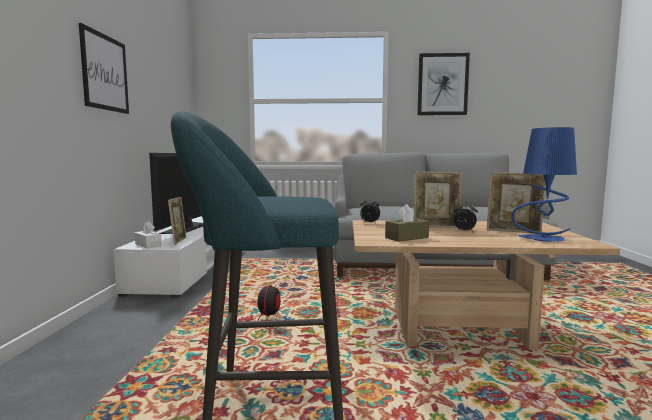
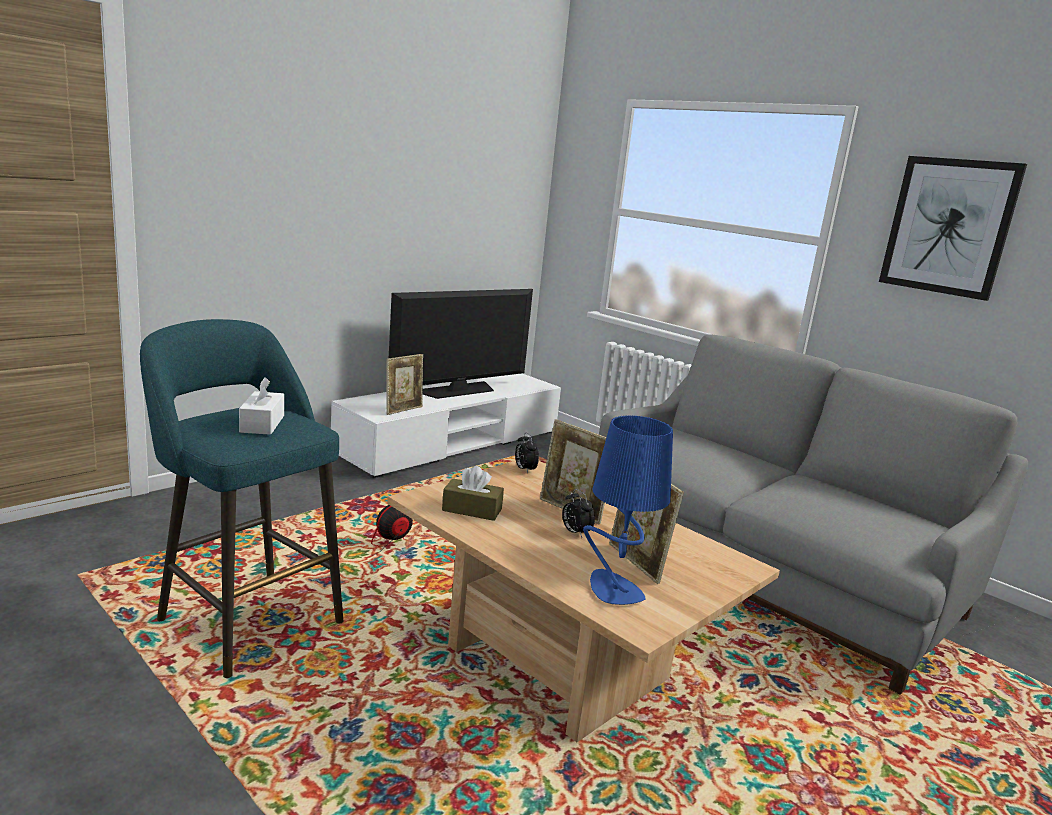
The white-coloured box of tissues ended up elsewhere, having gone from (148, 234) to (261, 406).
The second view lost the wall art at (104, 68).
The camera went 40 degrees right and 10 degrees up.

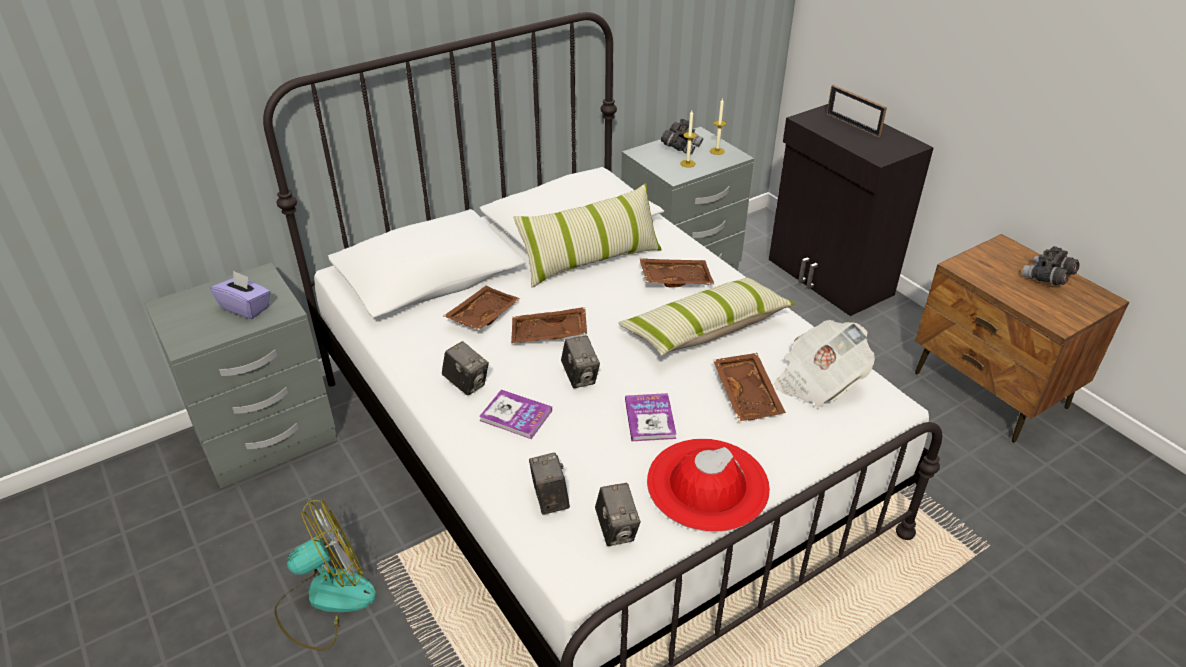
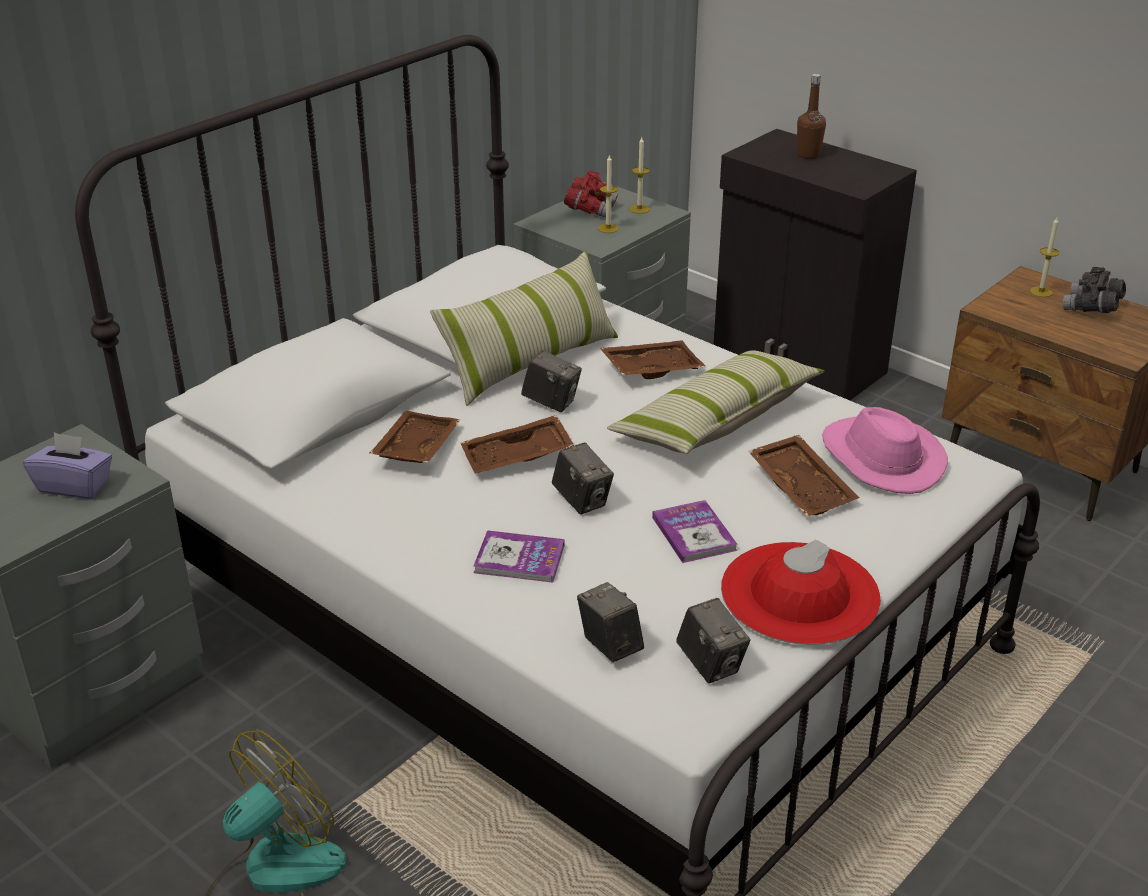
The still camera ended up elsewhere, having gone from (465, 368) to (551, 381).
What was the greyish pair of binoculars at (682, 137) turned into the red pair of binoculars at (591, 194).
Where the standing frame stood at (857, 111), the brown drink bottle came to stand at (811, 116).
Where the daily paper stood at (824, 363), the pinkish hat came to stand at (885, 450).
The second view gained the candle at (1044, 257).
The camera went 15 degrees left and 5 degrees down.

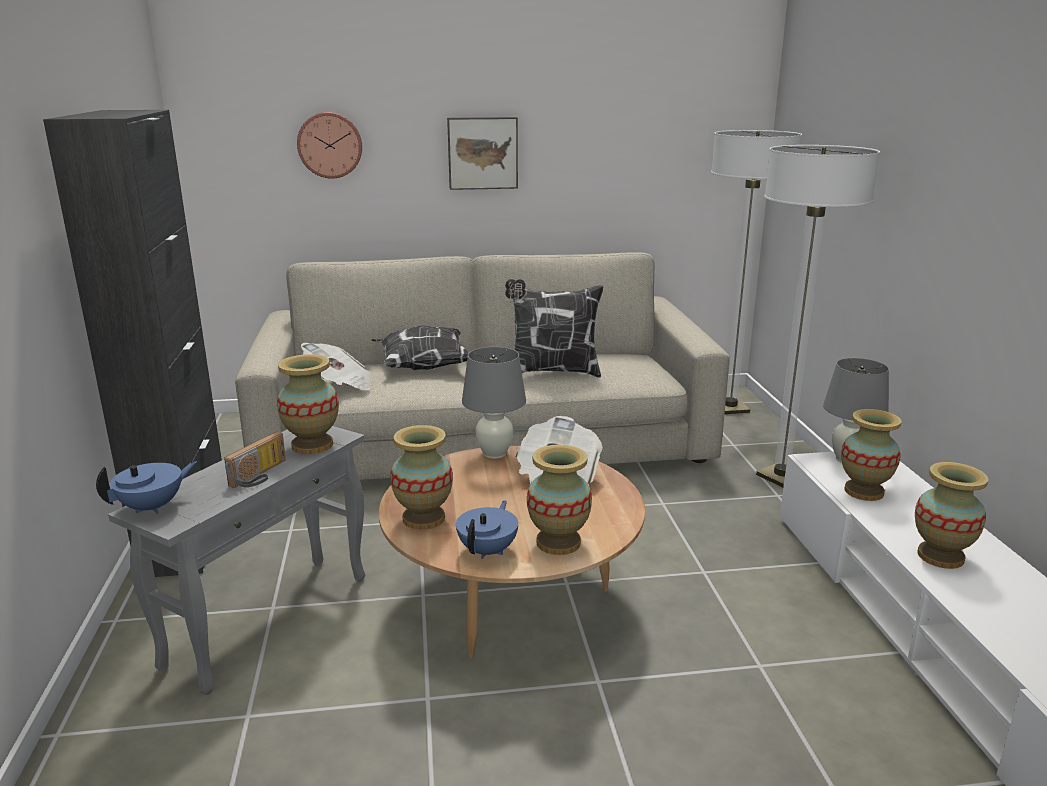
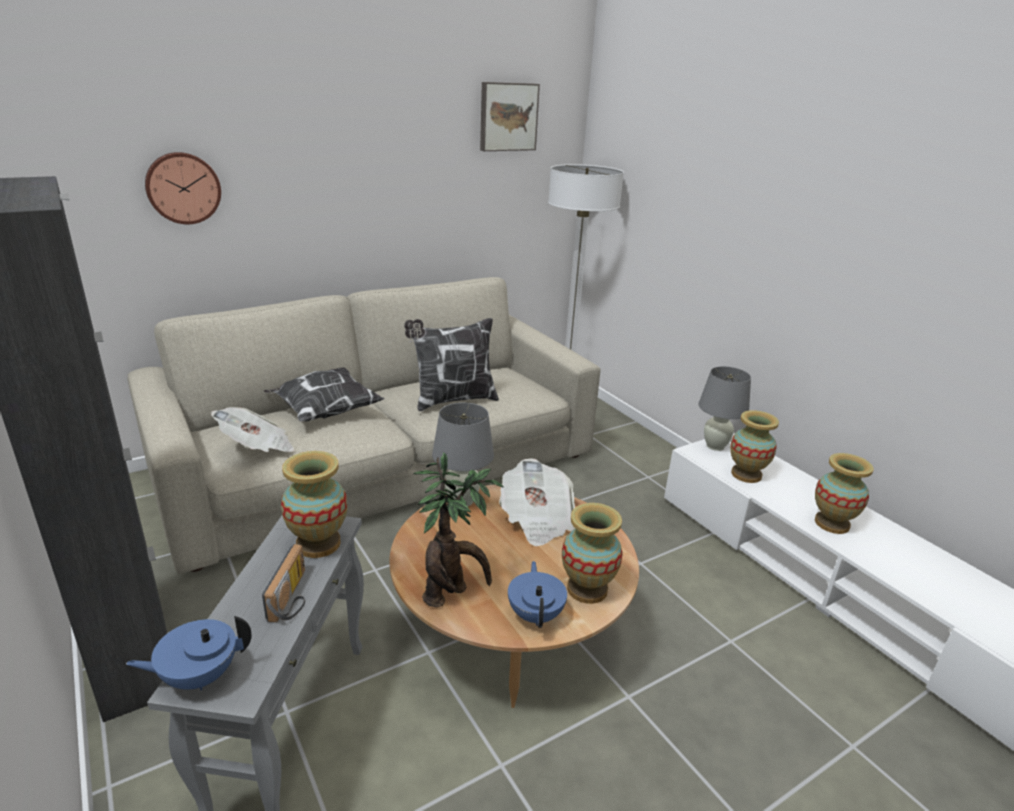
The blue-coloured teapot at (146, 487) ended up facing another way, 135 degrees counterclockwise from before.
Where the decorative vase stood at (421, 477), the plant in a pot came to stand at (458, 529).
The wall art ended up elsewhere, having gone from (482, 153) to (510, 116).
The second view lost the standard lamp at (818, 316).
The camera went 25 degrees left and 5 degrees up.

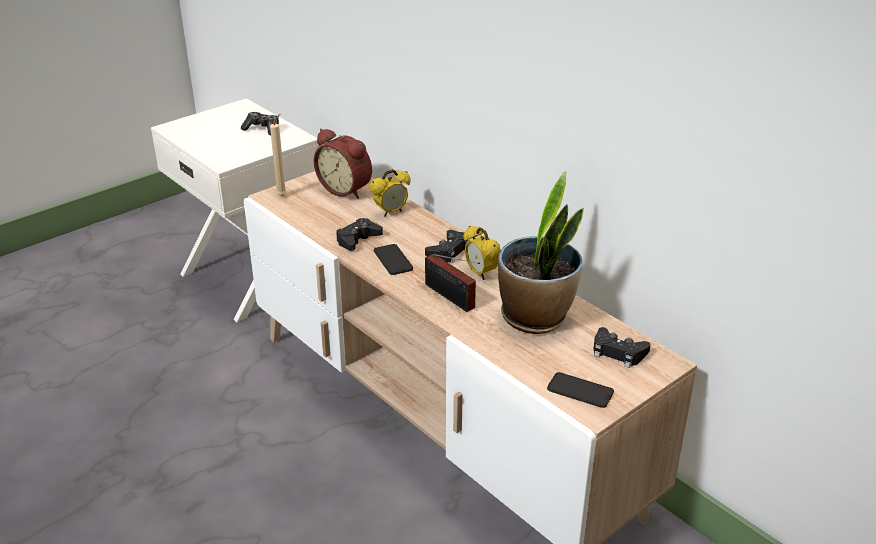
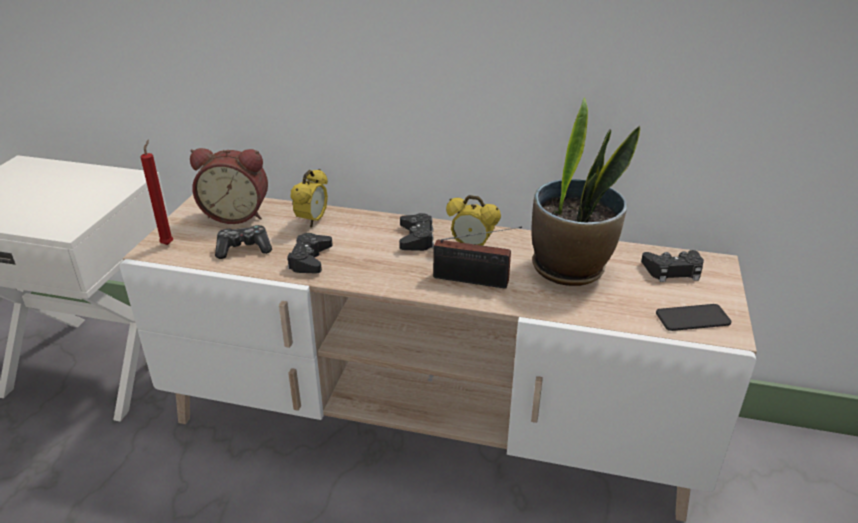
What was the sand-coloured candle at (278, 155) turned into the red candle at (157, 192).
The joypad ended up elsewhere, having gone from (260, 123) to (243, 242).
The second view lost the telephone at (393, 259).
The camera went 35 degrees left and 0 degrees up.

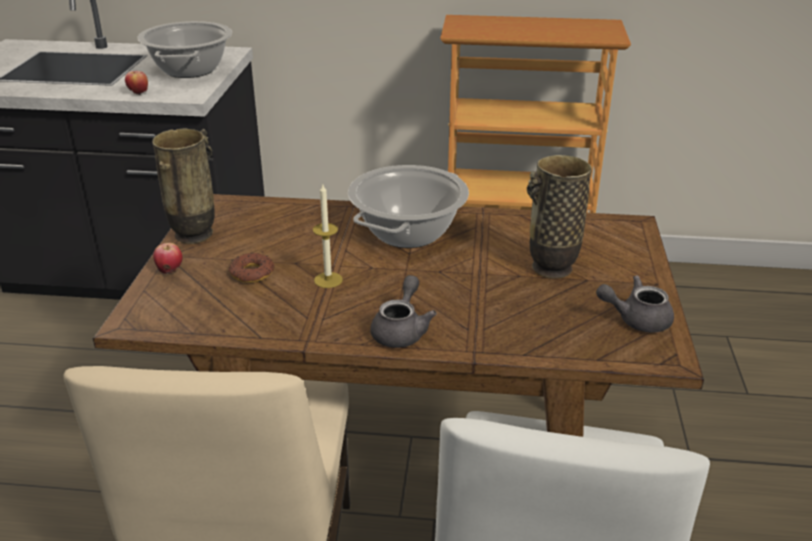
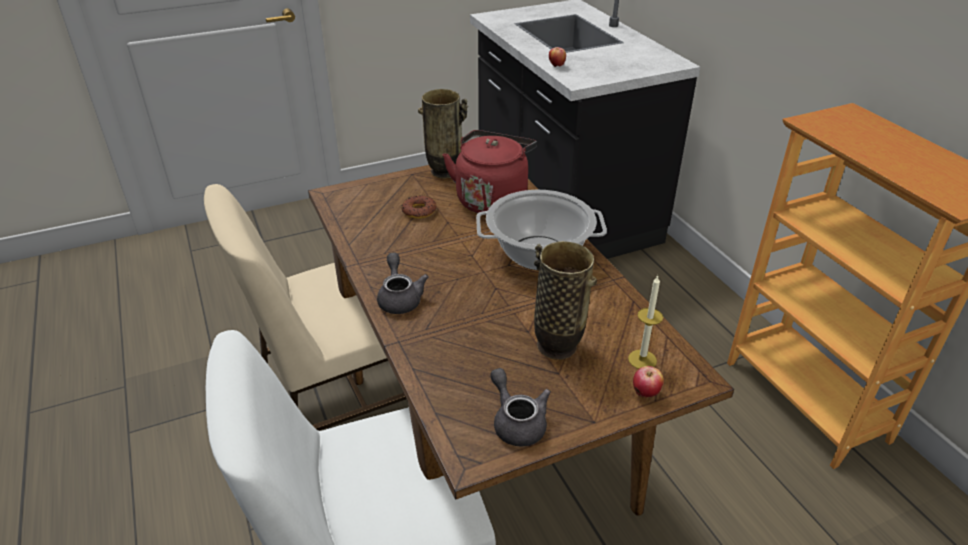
The greyish teapot at (403, 311) ended up facing another way, 90 degrees counterclockwise from before.
The second view gained the red tea kettle at (490, 172).
The candle ended up elsewhere, having gone from (328, 235) to (645, 322).
The apple fruit ended up elsewhere, having gone from (168, 258) to (648, 381).
The second view lost the stockpot at (184, 49).
The camera went 60 degrees right and 5 degrees up.

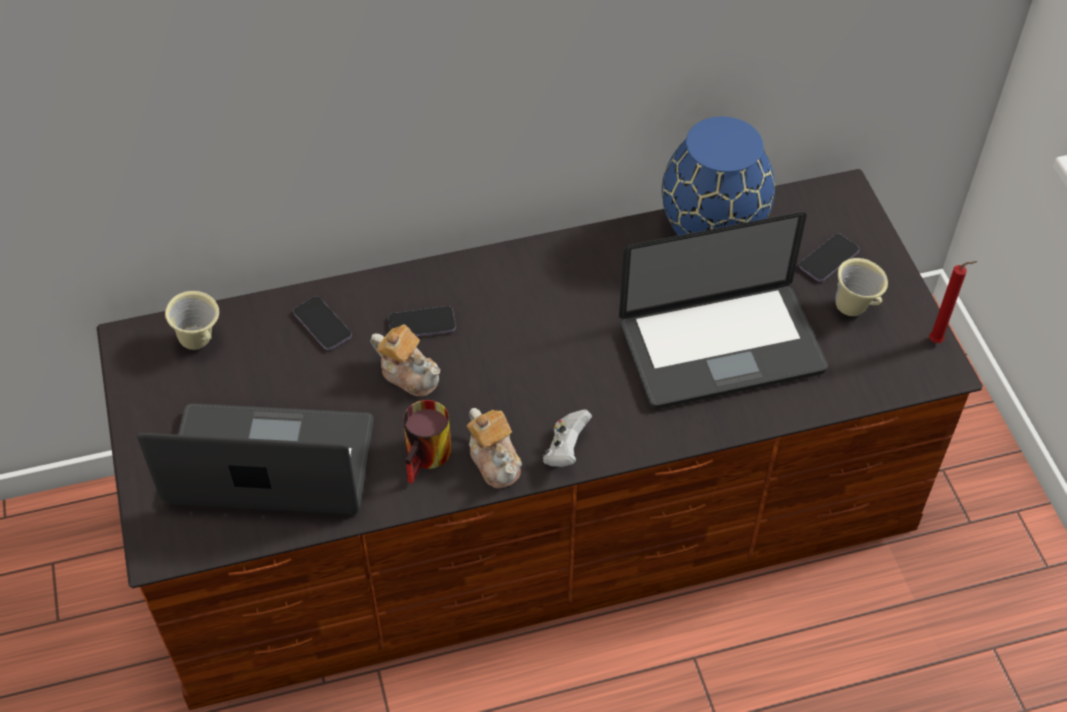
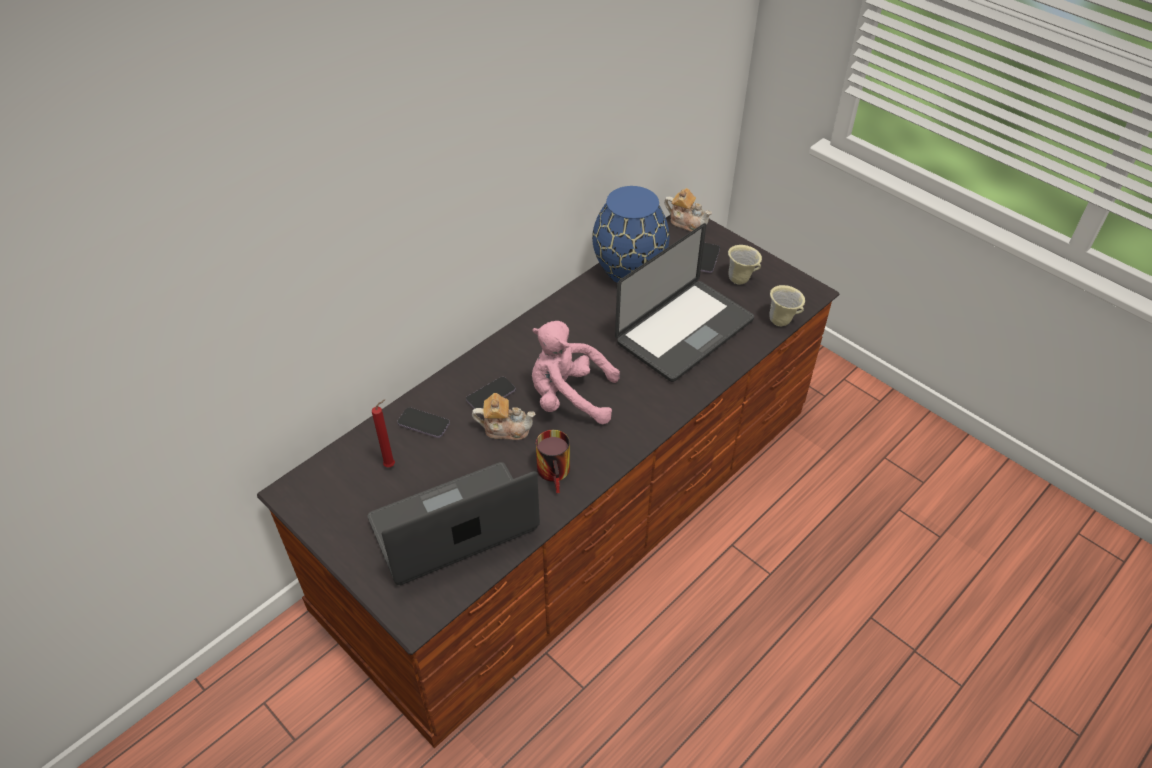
The red candle ended up elsewhere, having gone from (953, 302) to (383, 433).
The second view gained the pinkish cuddly toy at (576, 373).
The teapot ended up elsewhere, having gone from (494, 448) to (688, 210).
The sand-coloured coffee mug ended up elsewhere, having gone from (192, 320) to (787, 305).
The second view lost the white-coloured joypad at (567, 438).
The camera went 30 degrees left and 5 degrees down.

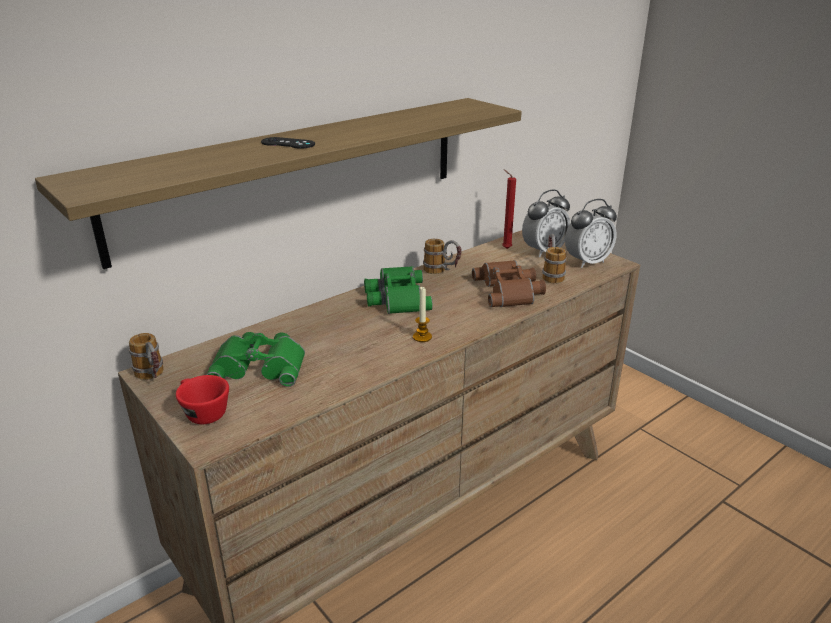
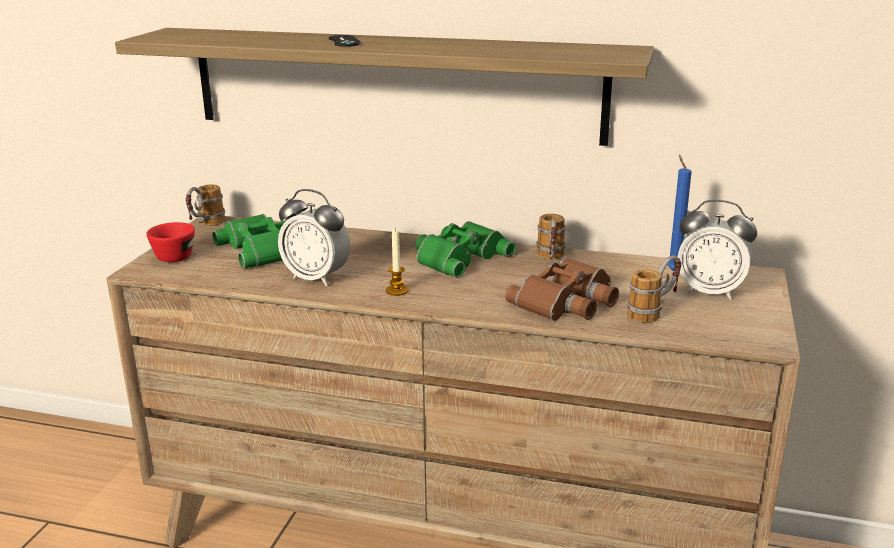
The bedside clock ended up elsewhere, having gone from (591, 233) to (314, 237).
What was the red candle at (509, 209) turned into the blue-coloured candle at (680, 213).
The camera went 55 degrees right and 5 degrees down.

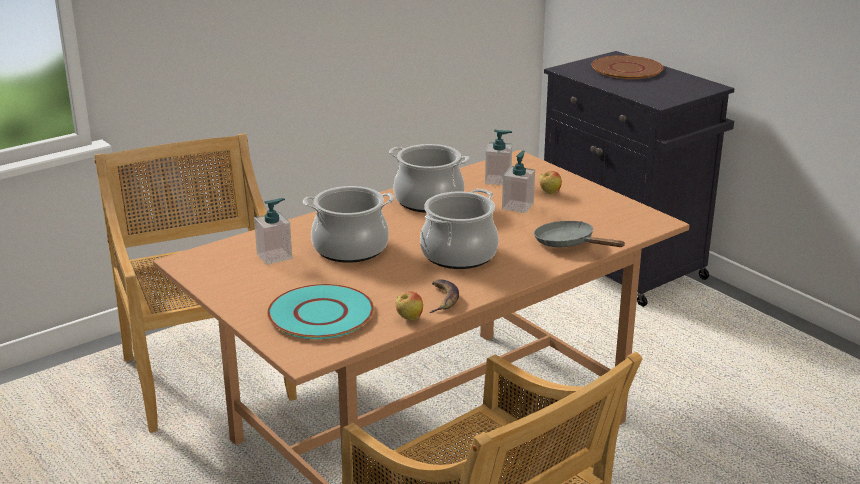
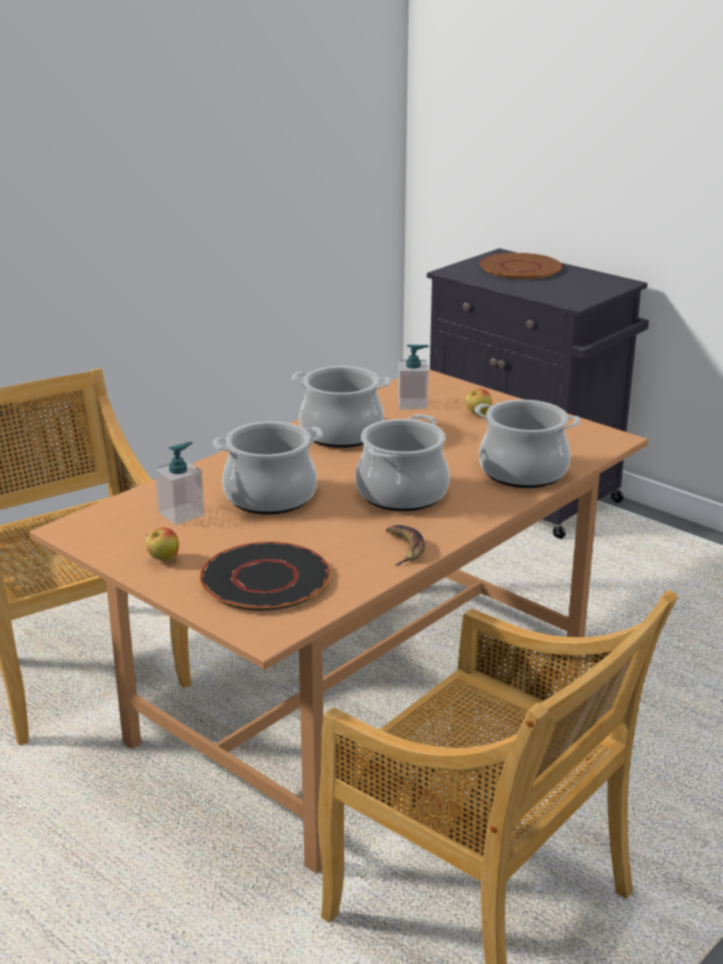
The apple fruit ended up elsewhere, having gone from (409, 305) to (162, 544).
What was the blue-green plate at (320, 311) turned into the black plate at (265, 576).
Where the greyish pan stood at (579, 234), the stockpot came to stand at (528, 444).
The second view lost the soap bottle at (518, 182).
The camera went 10 degrees left and 0 degrees up.

